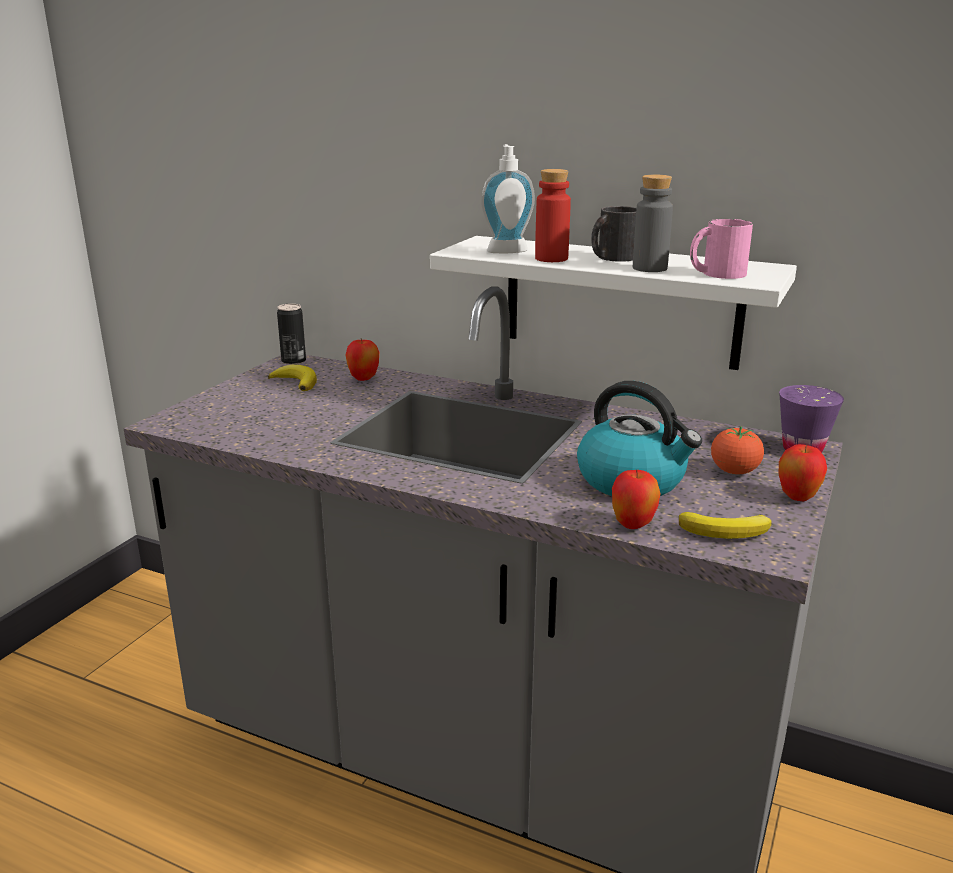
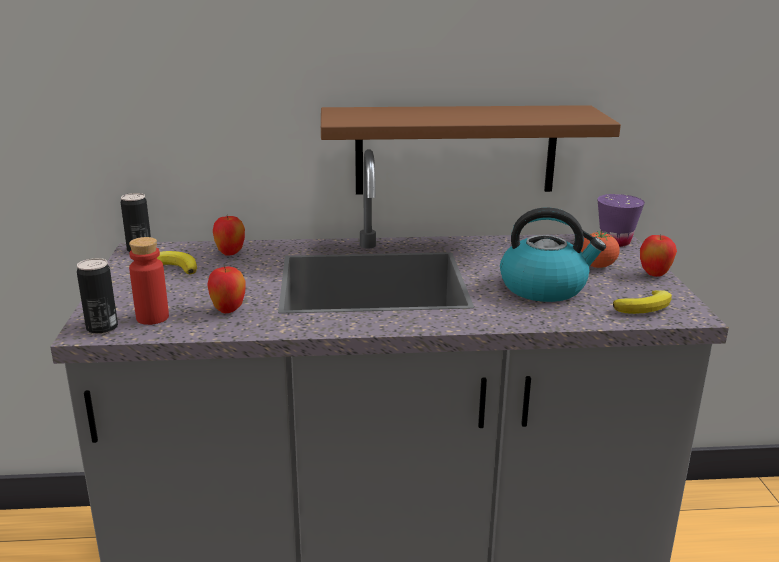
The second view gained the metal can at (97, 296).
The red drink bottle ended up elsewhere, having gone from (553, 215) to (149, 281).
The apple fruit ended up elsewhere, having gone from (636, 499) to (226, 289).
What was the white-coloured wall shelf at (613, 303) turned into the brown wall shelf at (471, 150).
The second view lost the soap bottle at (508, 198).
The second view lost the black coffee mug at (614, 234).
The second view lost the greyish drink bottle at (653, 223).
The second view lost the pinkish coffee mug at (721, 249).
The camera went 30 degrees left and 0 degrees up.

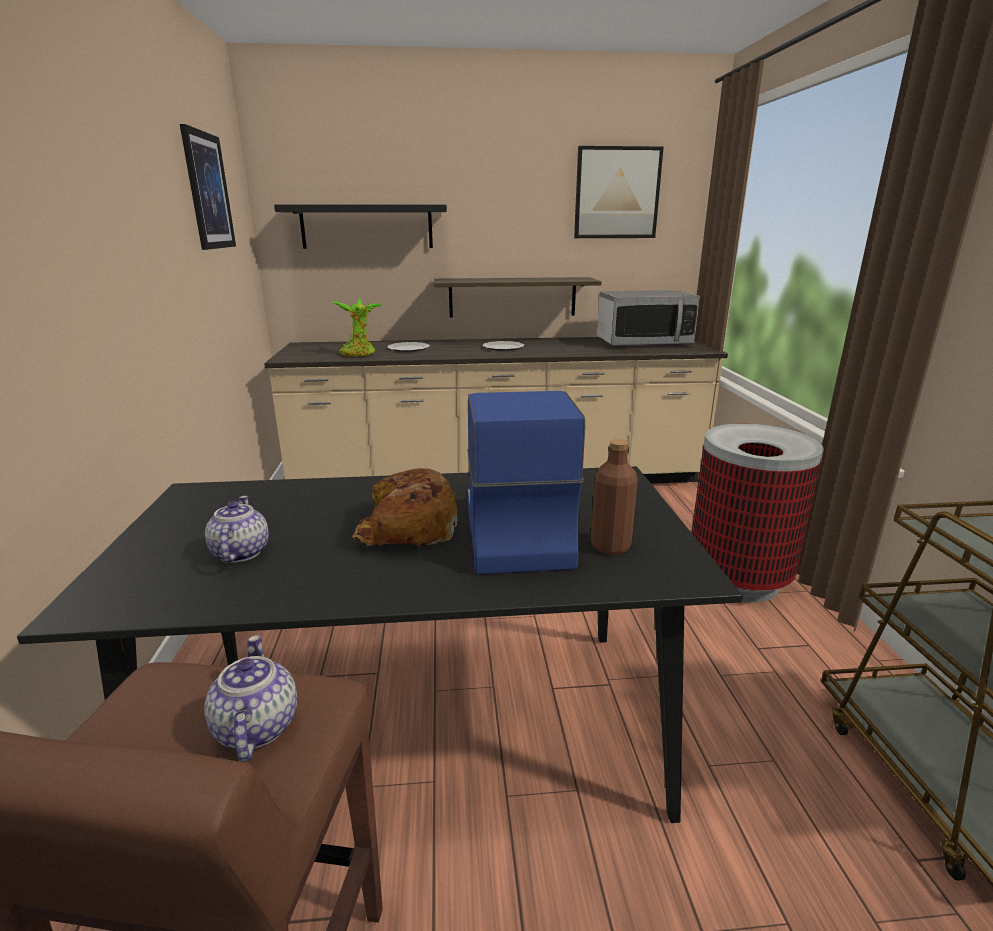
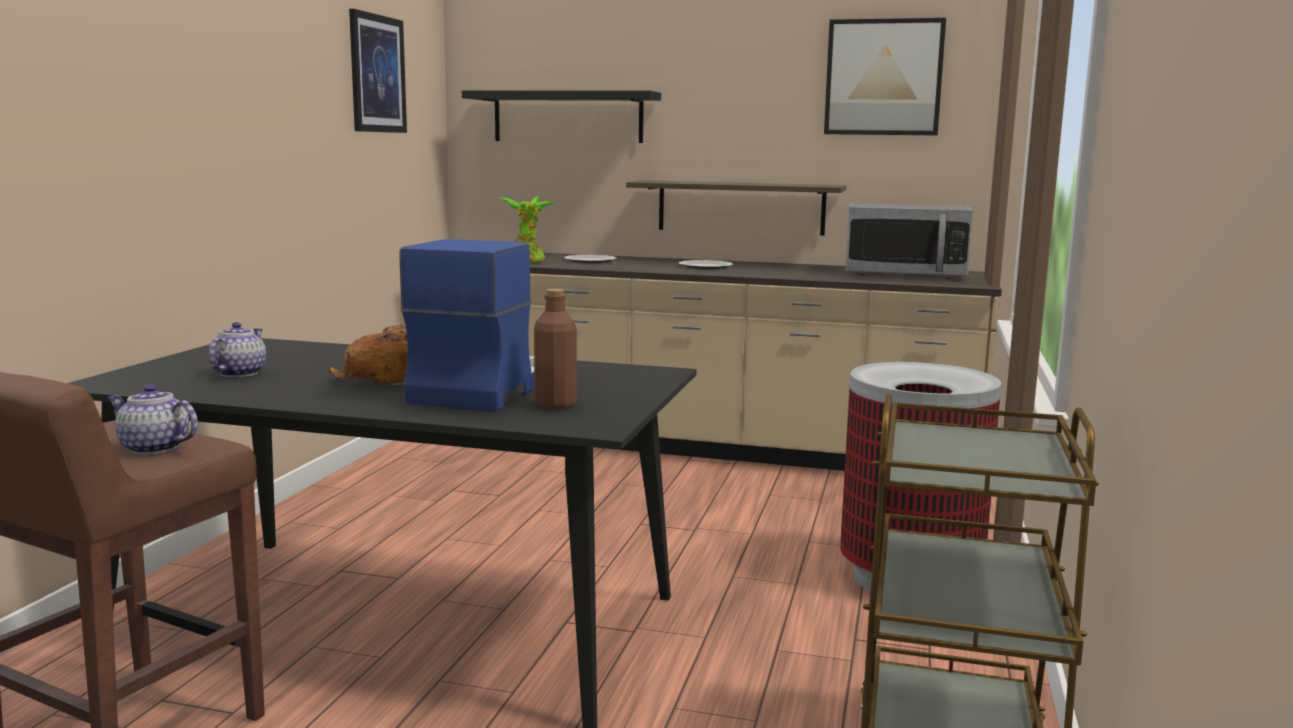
The teapot at (250, 698) ended up facing another way, 75 degrees counterclockwise from before.
The camera went 20 degrees right and 10 degrees down.

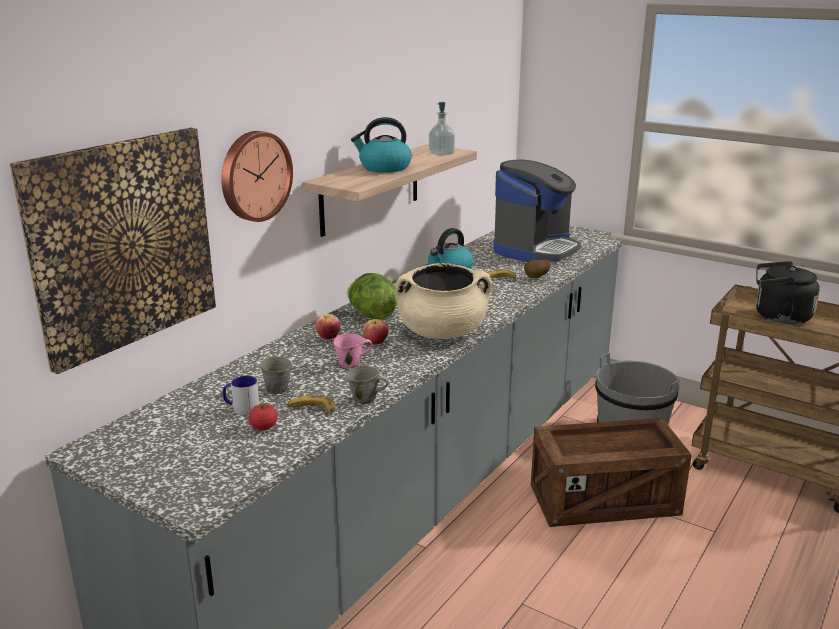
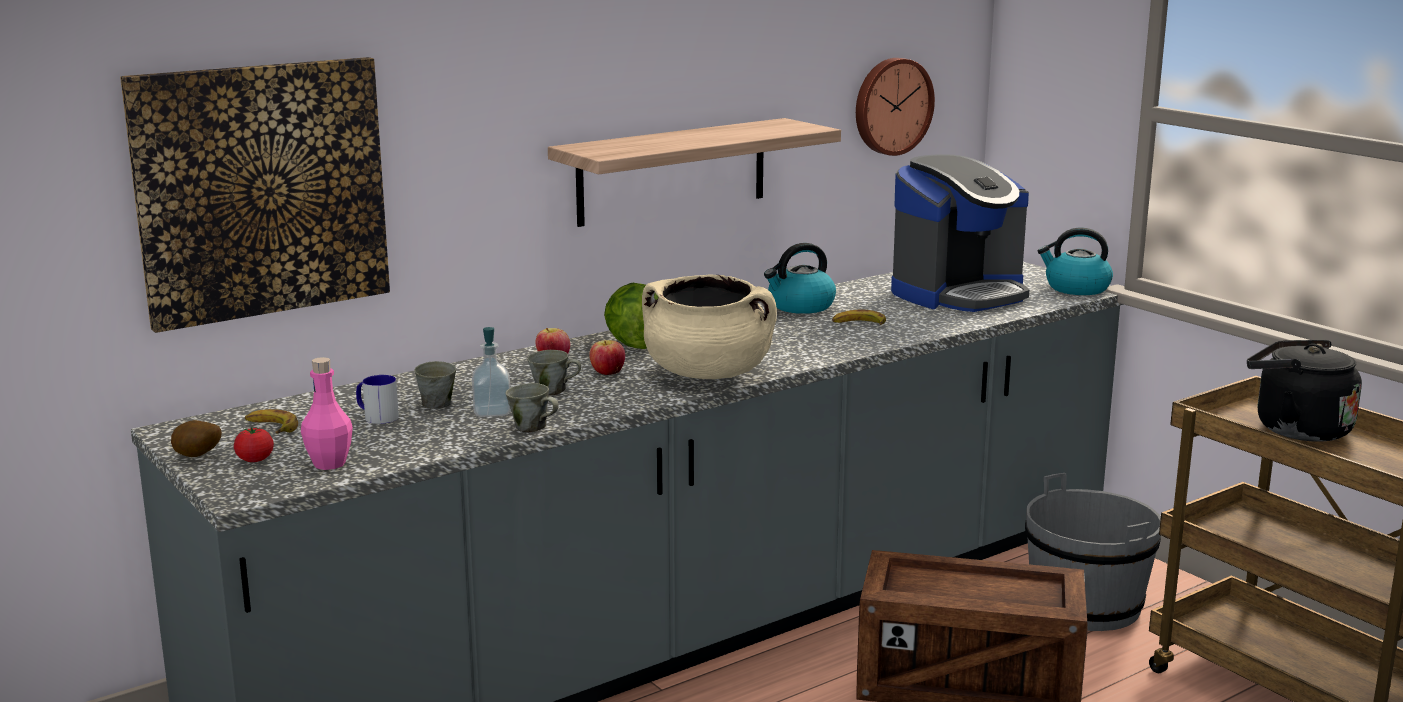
The spud ended up elsewhere, having gone from (537, 269) to (196, 438).
The tomato ended up elsewhere, having gone from (263, 417) to (254, 444).
The banana fruit ended up elsewhere, having gone from (311, 405) to (271, 421).
The second view gained the pinkish drink bottle at (327, 413).
The soap bottle ended up elsewhere, having gone from (442, 129) to (491, 372).
What was the pinkish coffee mug at (352, 351) turned into the greyish coffee mug at (554, 373).
The wall clock ended up elsewhere, having gone from (257, 176) to (895, 107).
The tea kettle ended up elsewhere, having gone from (381, 145) to (1075, 261).
The camera went 20 degrees right and 5 degrees down.

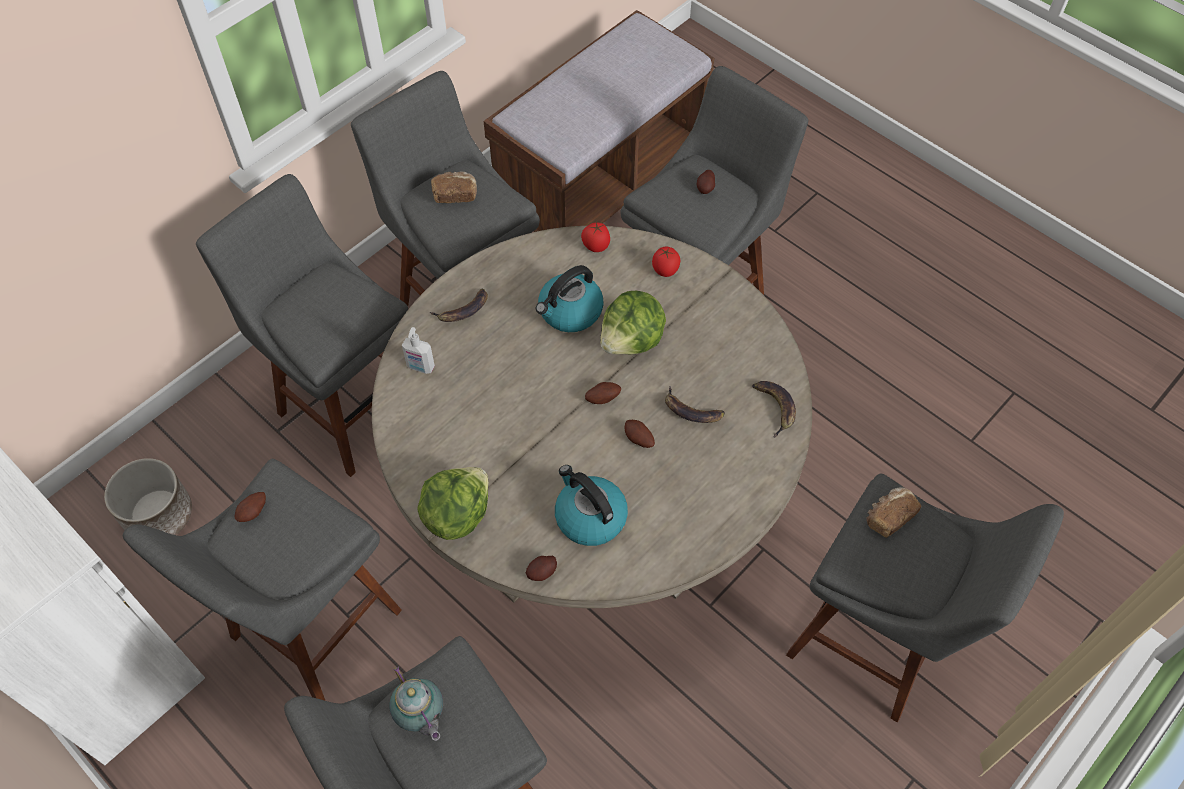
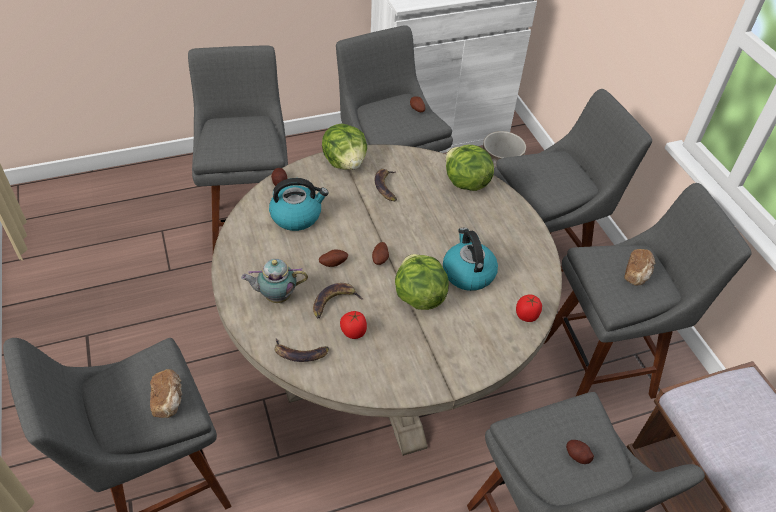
The teapot ended up elsewhere, having gone from (416, 703) to (274, 281).
The tomato ended up elsewhere, having gone from (666, 262) to (353, 325).
The banana fruit ended up elsewhere, having gone from (459, 305) to (386, 185).
Where the soap bottle stood at (418, 350), the lettuce head came to stand at (470, 168).
The camera went 115 degrees right and 10 degrees down.

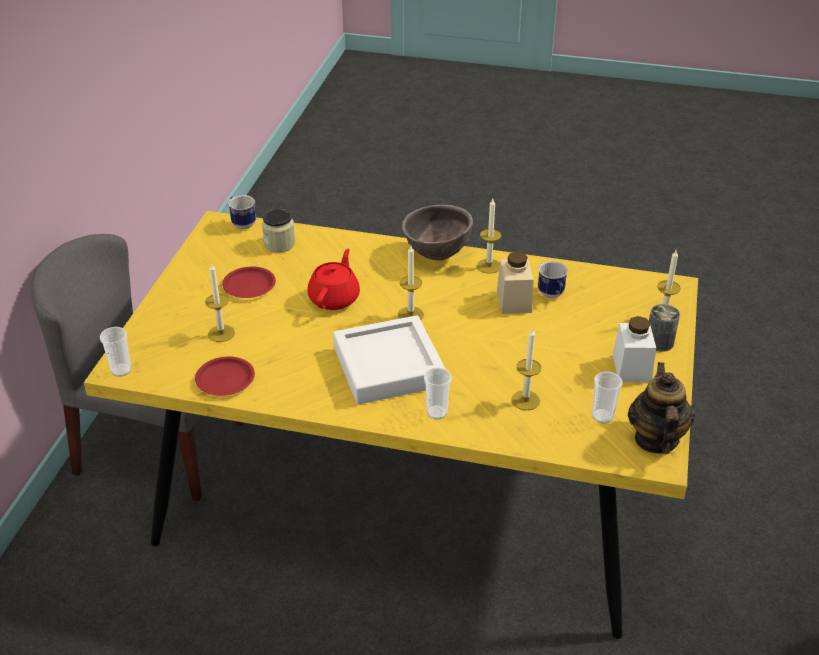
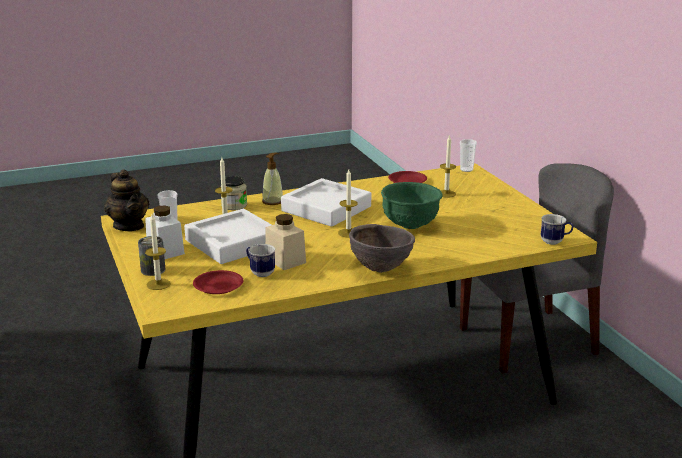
The second view gained the white-coloured tray at (228, 236).
The red plate ended up elsewhere, having gone from (249, 282) to (218, 282).
The storage jar ended up elsewhere, having gone from (278, 230) to (234, 193).
Where the cup stood at (438, 394), the soap bottle came to stand at (272, 178).
Where the red teapot stood at (334, 279), the greenish serving bowl came to stand at (412, 205).
The second view lost the candle at (489, 236).
The camera went 145 degrees right and 15 degrees down.

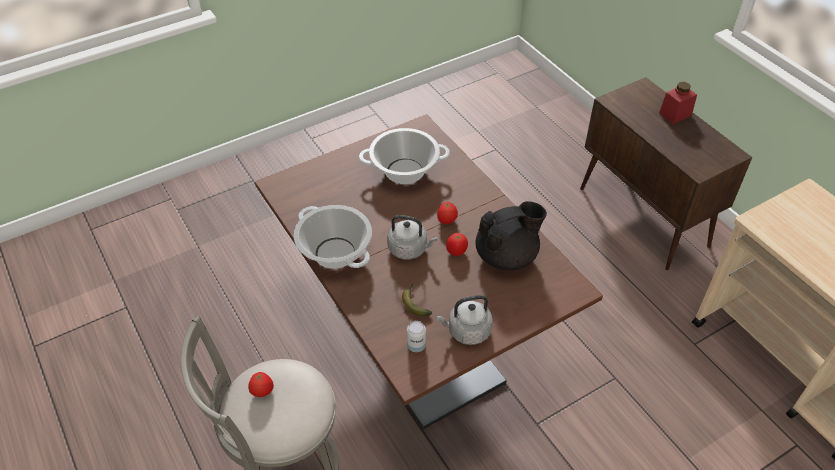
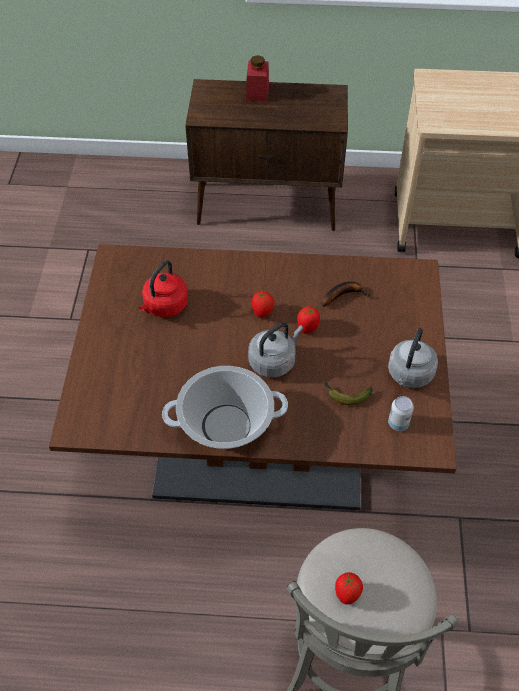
Where the stockpot stood at (404, 156), the red tea kettle came to stand at (163, 289).
Where the black teapot stood at (511, 235), the banana fruit came to stand at (346, 294).
The camera went 55 degrees left and 5 degrees up.

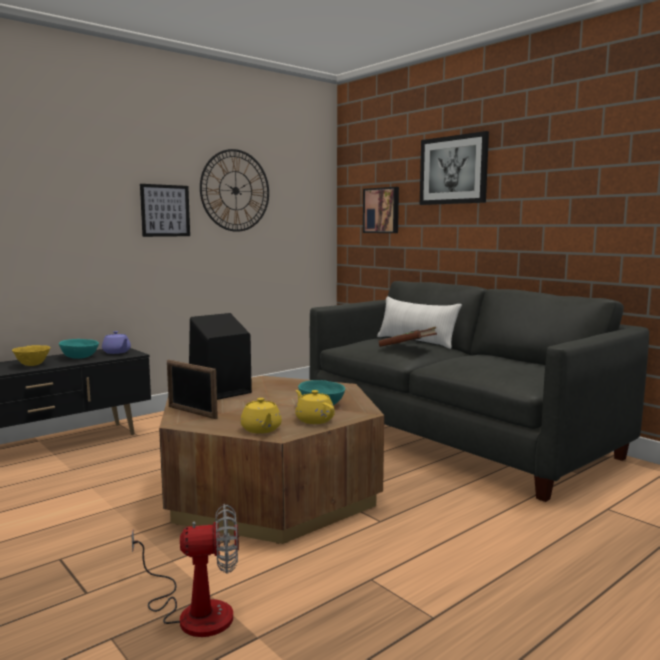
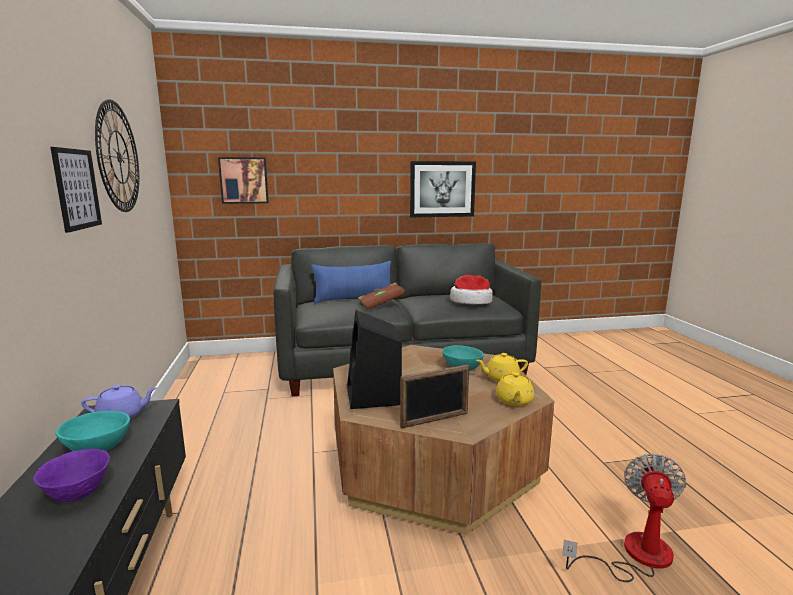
What was the yellowish serving bowl at (31, 355) turned into the purple serving bowl at (71, 475).
What was the white-coloured cushion at (419, 322) turned into the blue-coloured cushion at (351, 282).
The wall art ended up elsewhere, having gone from (454, 168) to (443, 189).
The second view gained the hat at (471, 289).
The yellowish teapot at (261, 415) ended up facing another way, 90 degrees clockwise from before.
The camera went 60 degrees left and 5 degrees up.

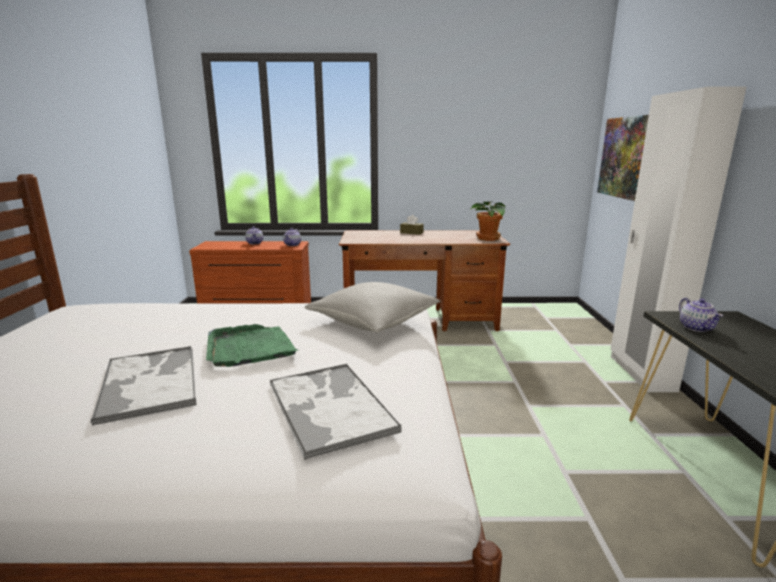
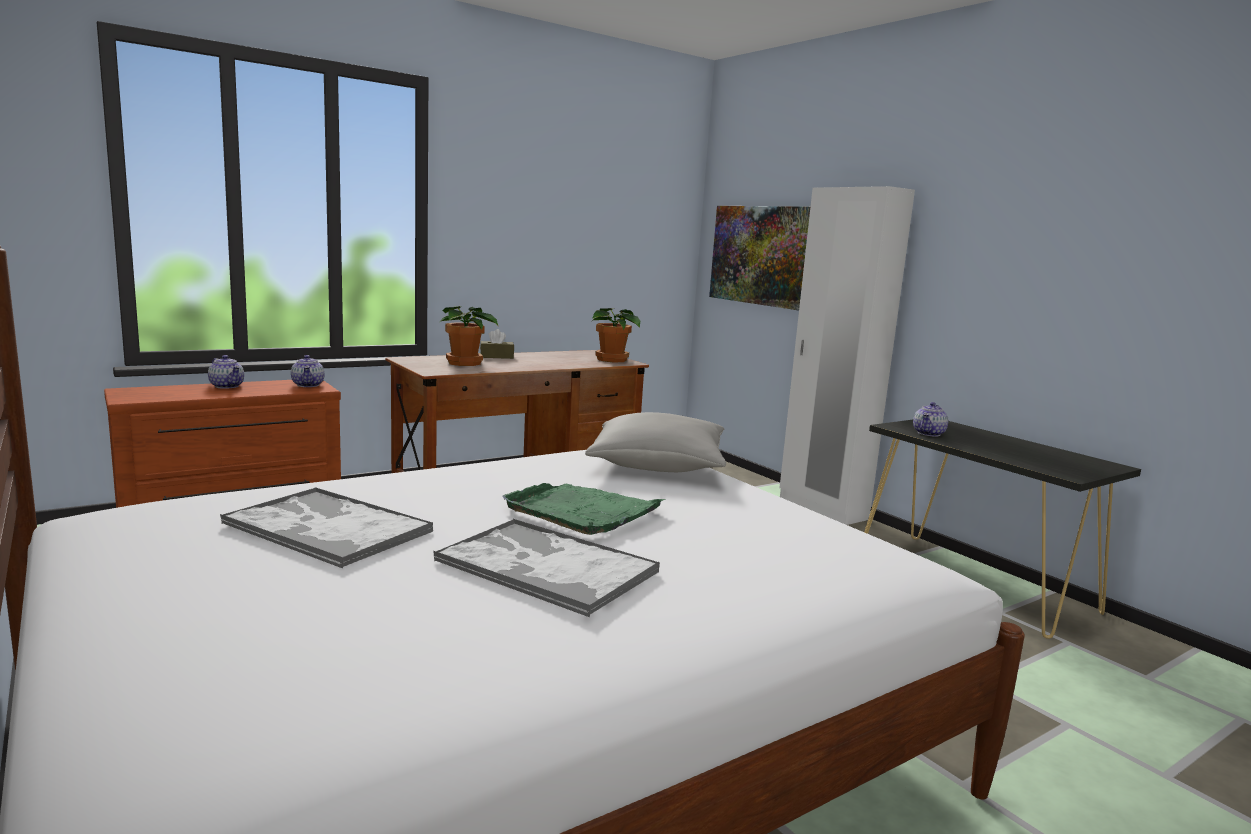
The tray ended up elsewhere, having gone from (336, 412) to (326, 527).
The second view gained the plant in a pot at (468, 336).
The teapot at (701, 315) ended up facing another way, 75 degrees clockwise from before.
The camera went 35 degrees left and 5 degrees down.

